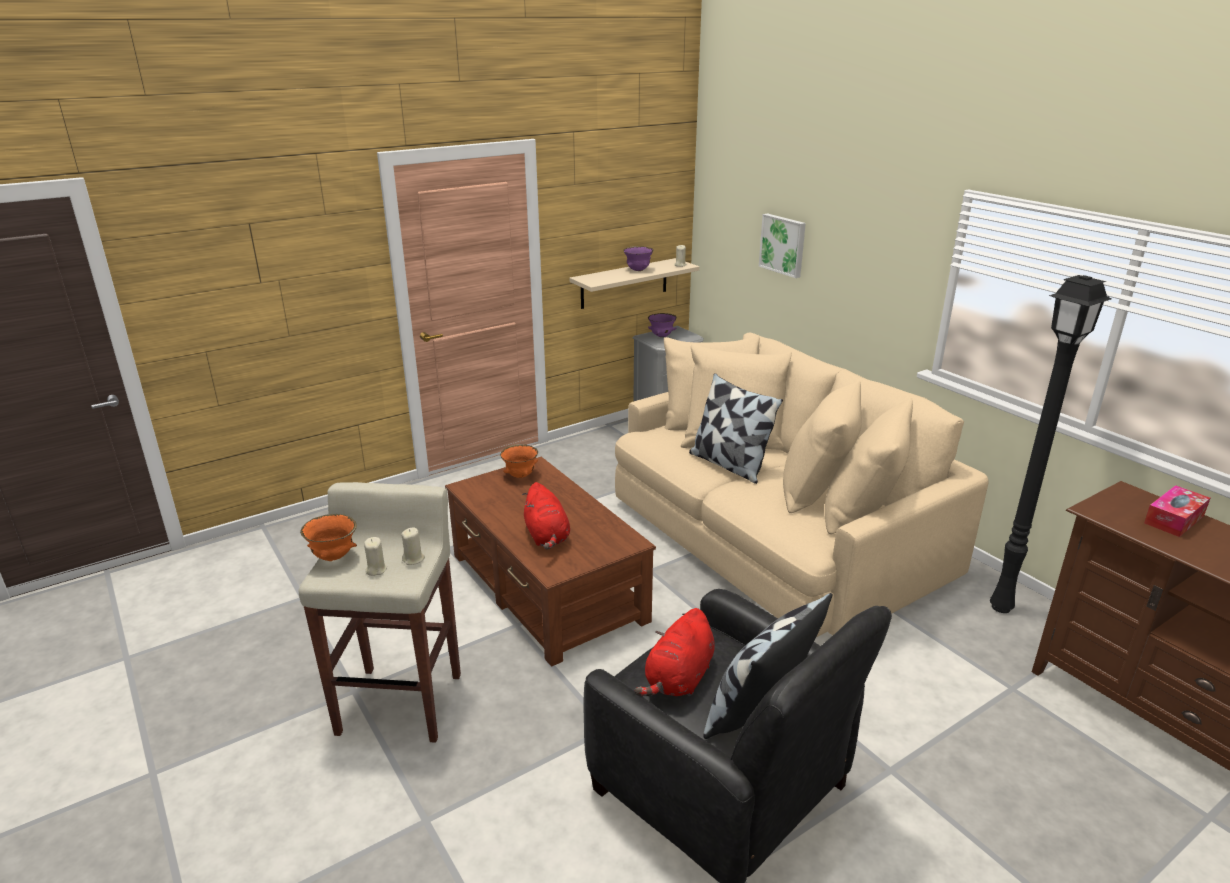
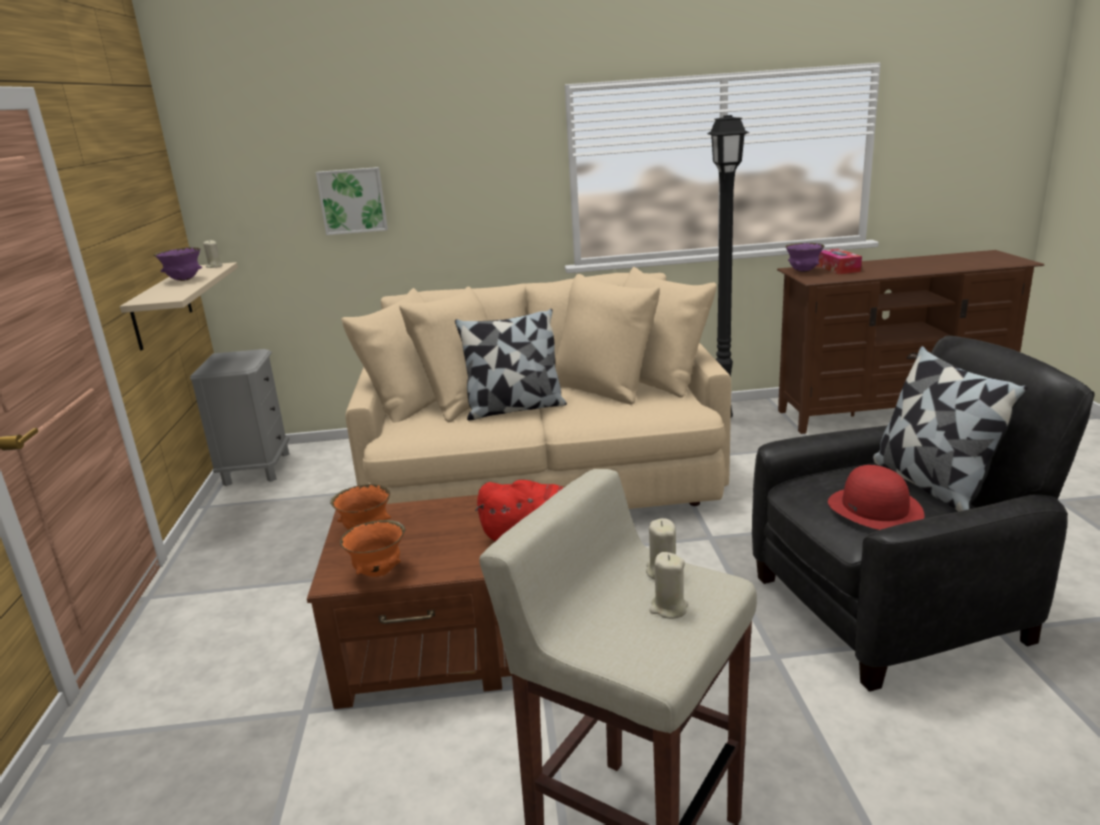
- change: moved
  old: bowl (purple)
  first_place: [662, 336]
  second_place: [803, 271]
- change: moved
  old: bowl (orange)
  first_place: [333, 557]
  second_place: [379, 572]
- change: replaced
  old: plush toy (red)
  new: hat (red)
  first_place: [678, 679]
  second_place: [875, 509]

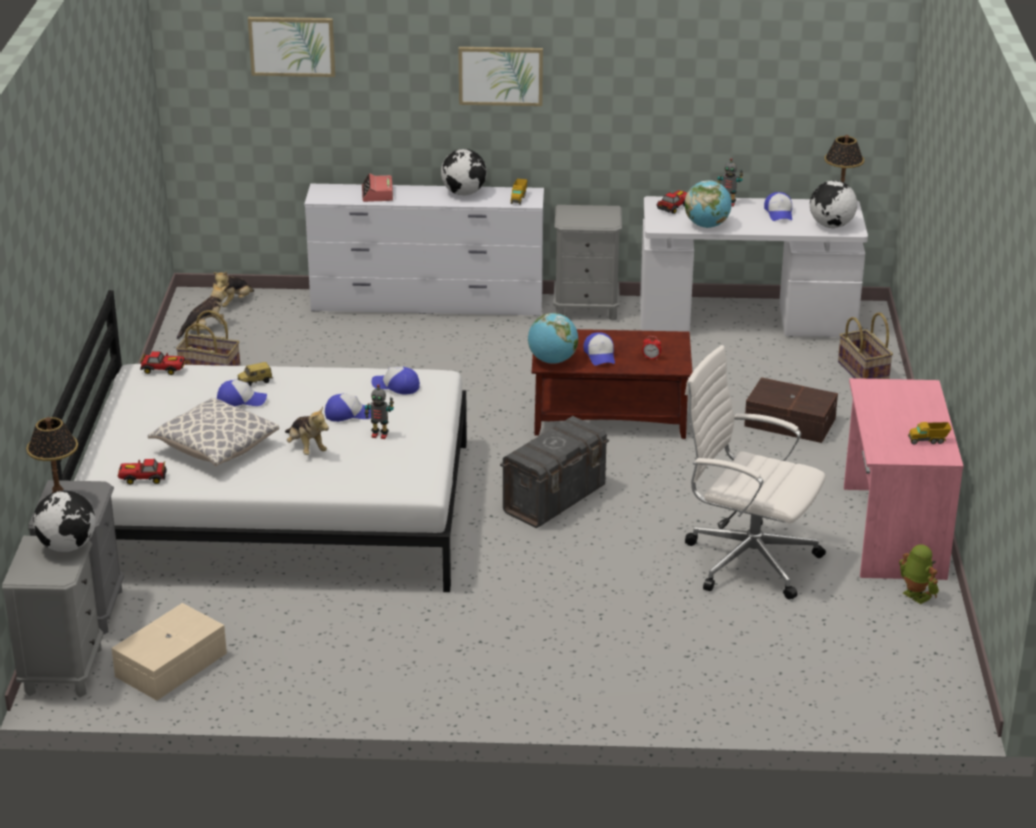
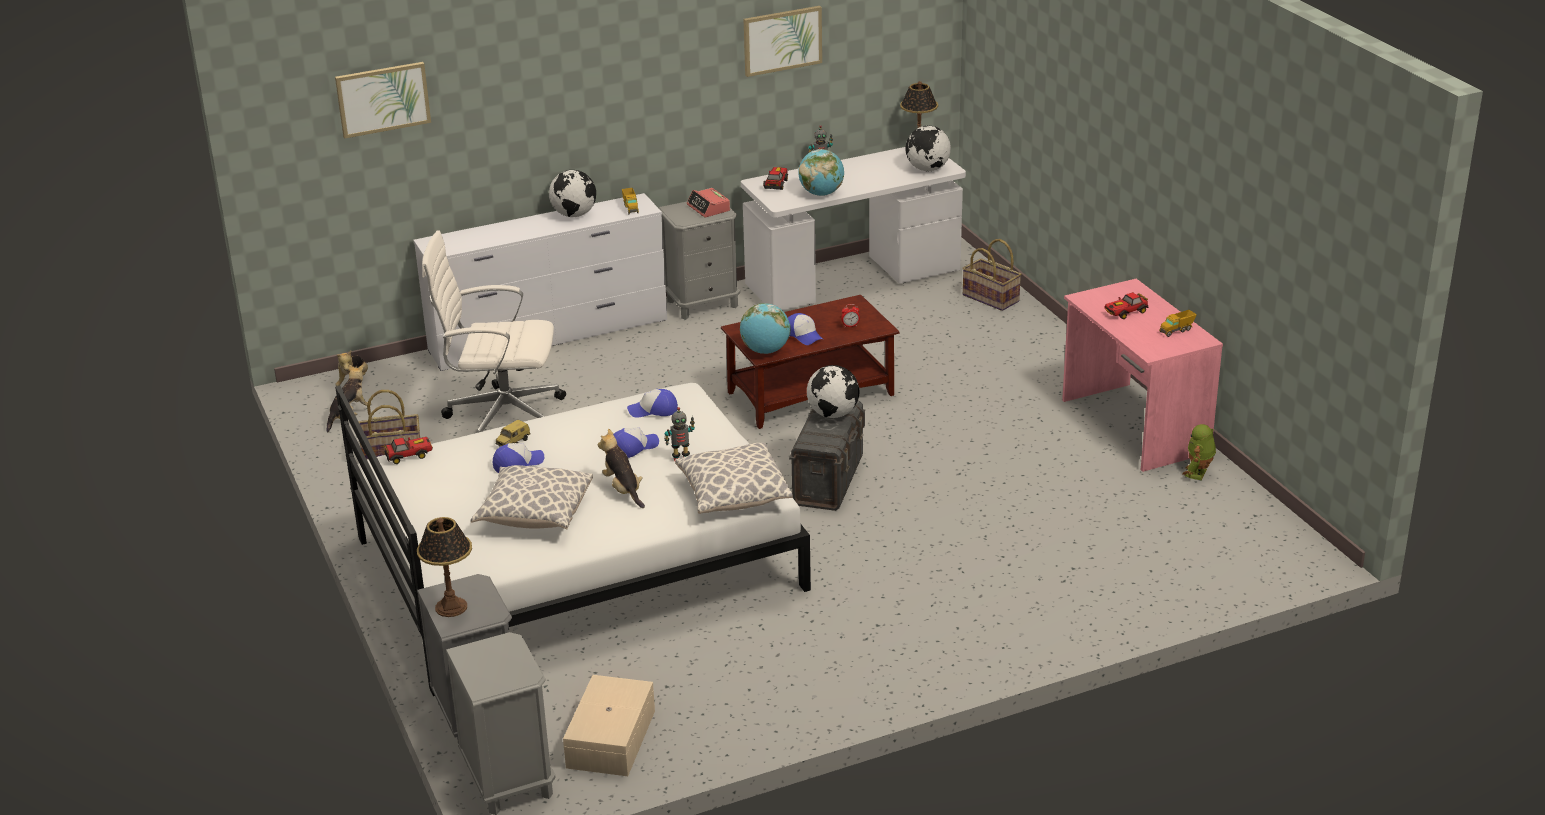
- change: moved
  old: picture
  first_place: [500, 75]
  second_place: [782, 40]
- change: moved
  old: alarm clock
  first_place: [377, 194]
  second_place: [708, 208]
- change: removed
  old: cap
  first_place: [779, 213]
- change: moved
  old: office chair (white)
  first_place: [747, 559]
  second_place: [502, 416]
- change: removed
  old: storage box (brown)
  first_place: [789, 421]
- change: turned
  old: plush toy
  first_place: [306, 448]
  second_place: [623, 490]
  degrees: -150
- change: moved
  old: toy car
  first_place: [142, 478]
  second_place: [1125, 312]
- change: moved
  old: globe
  first_place: [68, 546]
  second_place: [833, 414]
- change: turned
  old: toy robot
  first_place: [915, 596]
  second_place: [1198, 473]
  degrees: -90
- change: added
  new: pillow
  second_place: [733, 495]

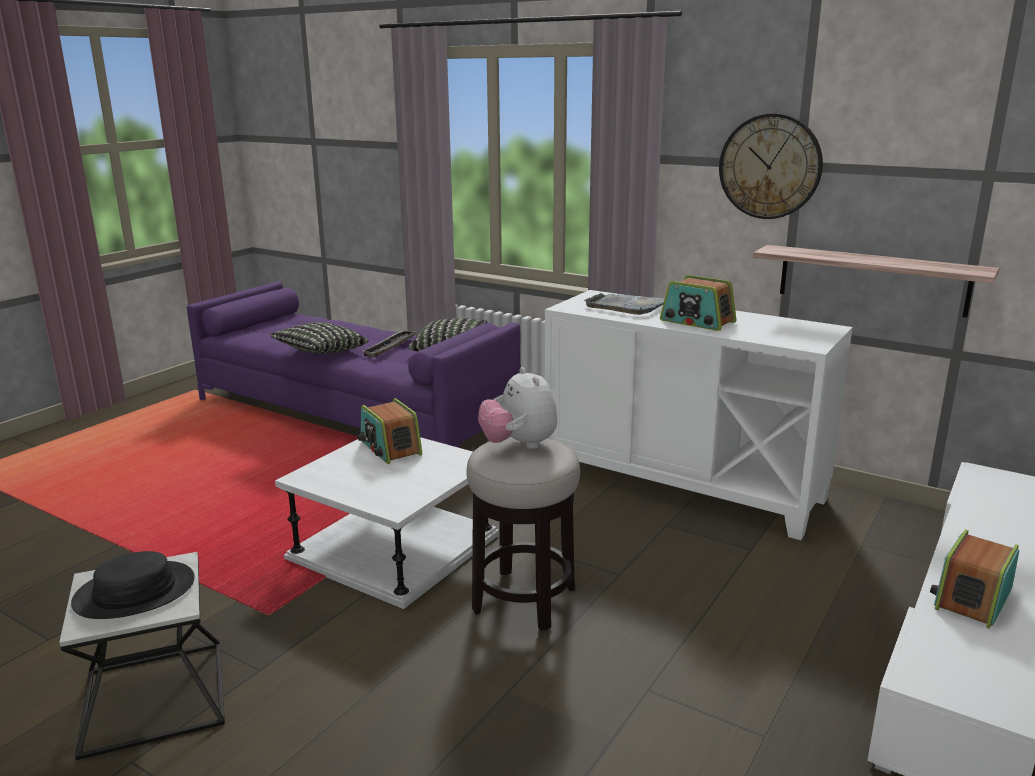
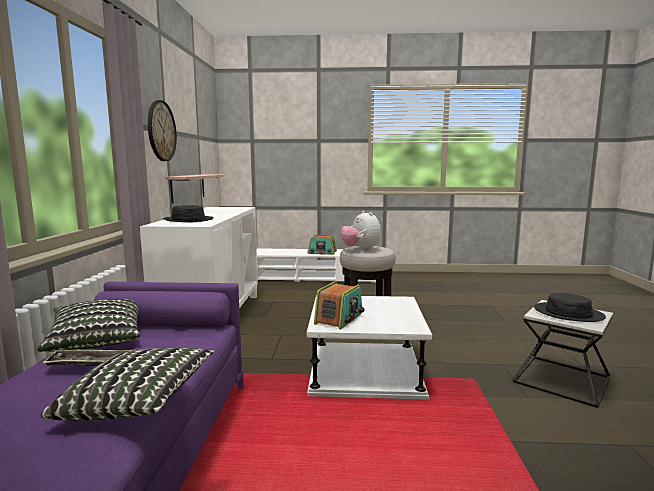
- change: removed
  old: radio
  first_place: [697, 321]
- change: replaced
  old: tray (grey)
  new: hat (black)
  first_place: [628, 306]
  second_place: [188, 220]
- change: turned
  old: plush toy
  first_place: [519, 445]
  second_place: [361, 249]
  degrees: 120

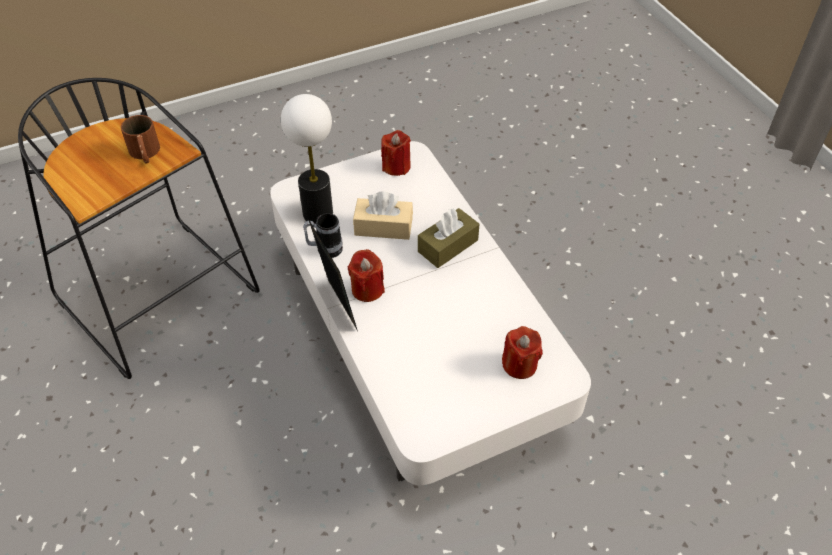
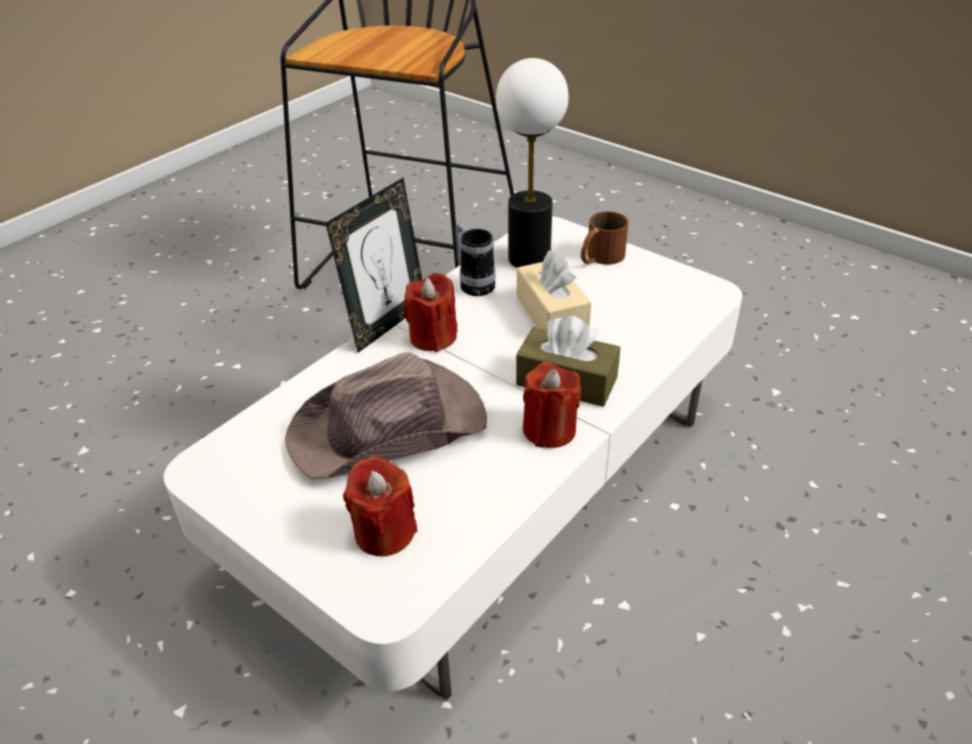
- change: moved
  old: mug (brown)
  first_place: [145, 154]
  second_place: [599, 258]
- change: moved
  old: candle (red)
  first_place: [396, 166]
  second_place: [549, 430]
- change: added
  new: hat (brown)
  second_place: [390, 428]

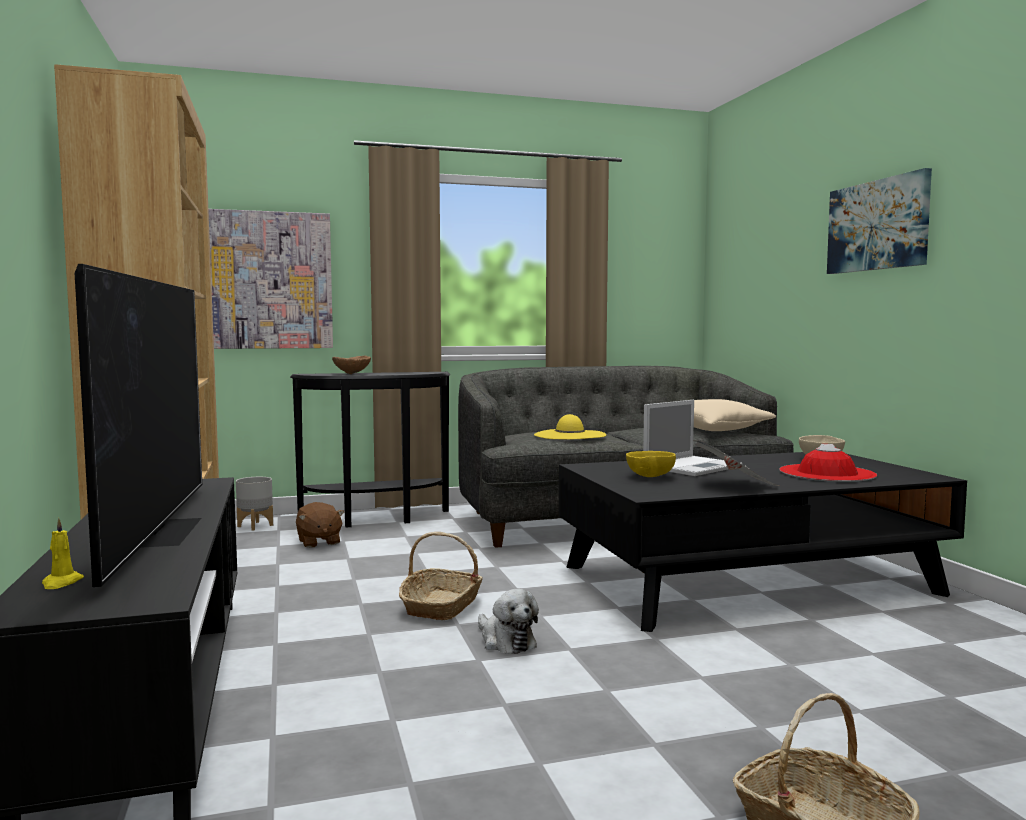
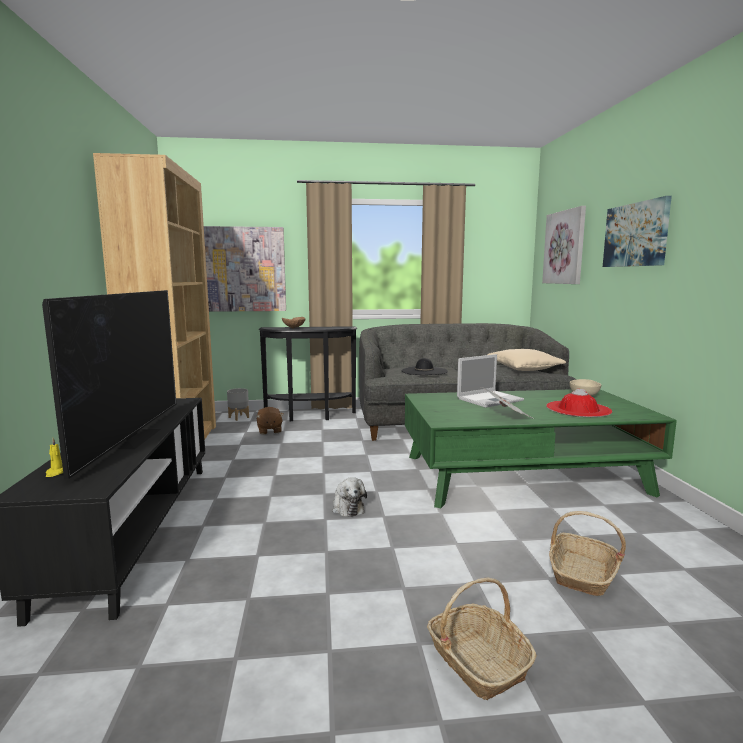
- change: recoloured
  old: hat (yellow)
  new: hat (black)
  first_place: [570, 435]
  second_place: [424, 371]
- change: removed
  old: bowl (yellow)
  first_place: [649, 476]
- change: recoloured
  old: coffee table (black)
  new: coffee table (green)
  first_place: [749, 580]
  second_place: [523, 475]
- change: moved
  old: basket
  first_place: [441, 606]
  second_place: [582, 574]
- change: added
  new: picture
  second_place: [565, 247]

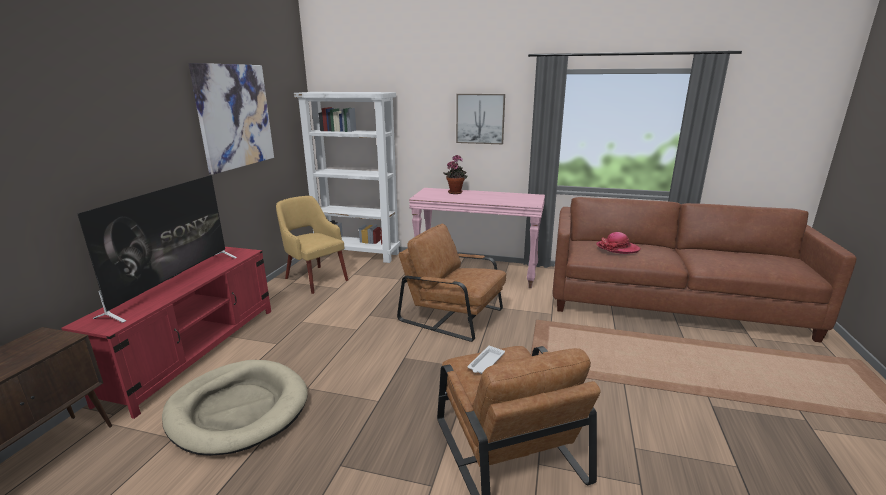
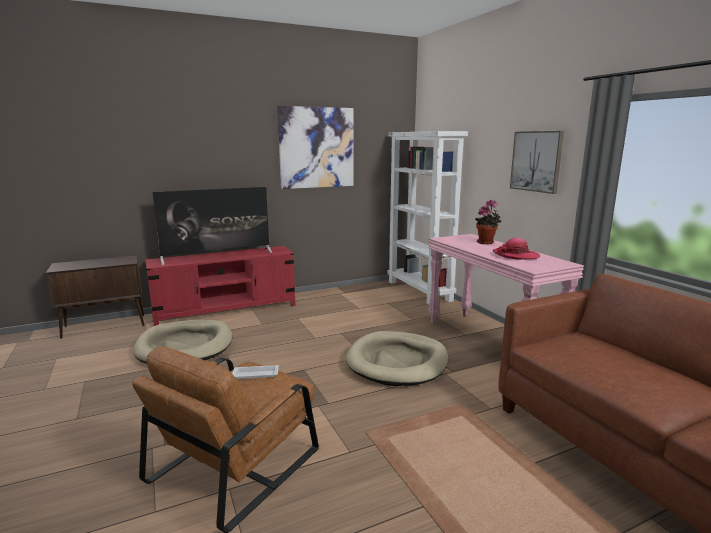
- change: removed
  old: armchair (yellow)
  first_place: [315, 278]
- change: replaced
  old: armchair (brown)
  new: dog bed (beige)
  first_place: [453, 315]
  second_place: [397, 362]
- change: moved
  old: hat
  first_place: [617, 248]
  second_place: [515, 255]

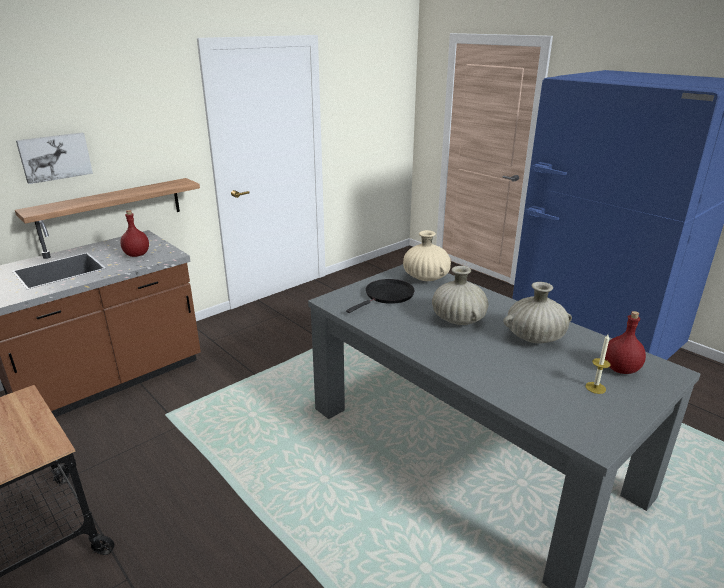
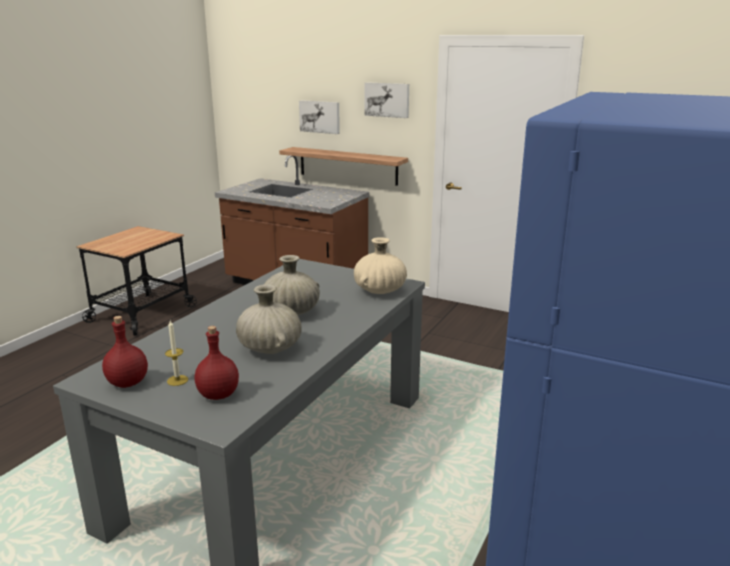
- change: moved
  old: bottle (red)
  first_place: [137, 254]
  second_place: [128, 383]
- change: removed
  old: frying pan (black)
  first_place: [387, 296]
- change: added
  new: picture
  second_place: [387, 99]

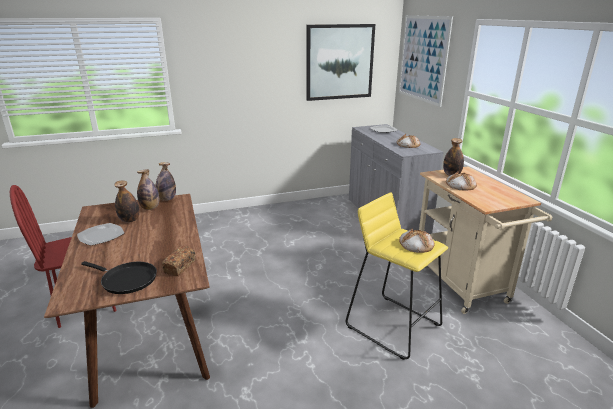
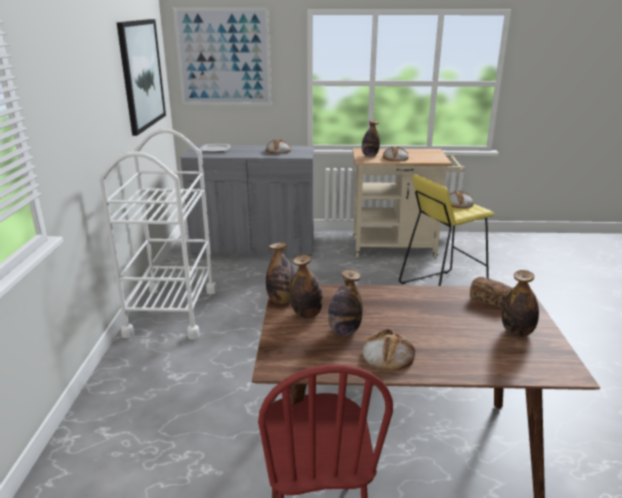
- change: replaced
  old: plate
  new: bread
  first_place: [101, 235]
  second_place: [387, 354]
- change: replaced
  old: frying pan (black)
  new: bottle
  first_place: [126, 280]
  second_place: [517, 332]
- change: added
  new: cart (white)
  second_place: [172, 312]

